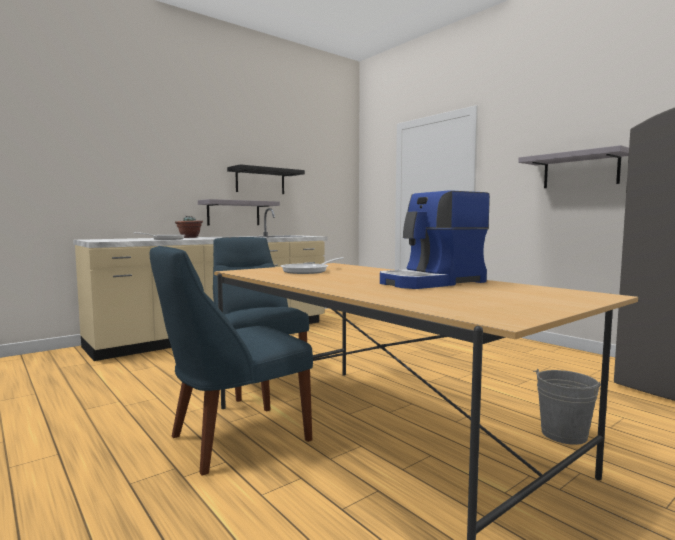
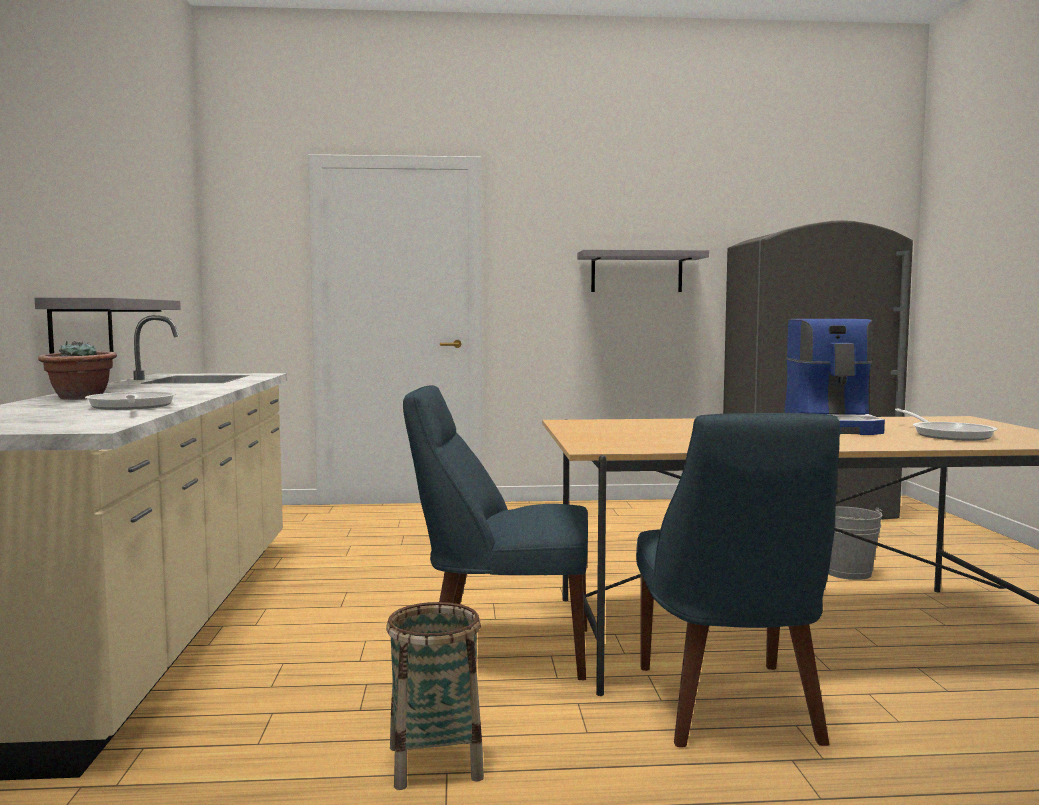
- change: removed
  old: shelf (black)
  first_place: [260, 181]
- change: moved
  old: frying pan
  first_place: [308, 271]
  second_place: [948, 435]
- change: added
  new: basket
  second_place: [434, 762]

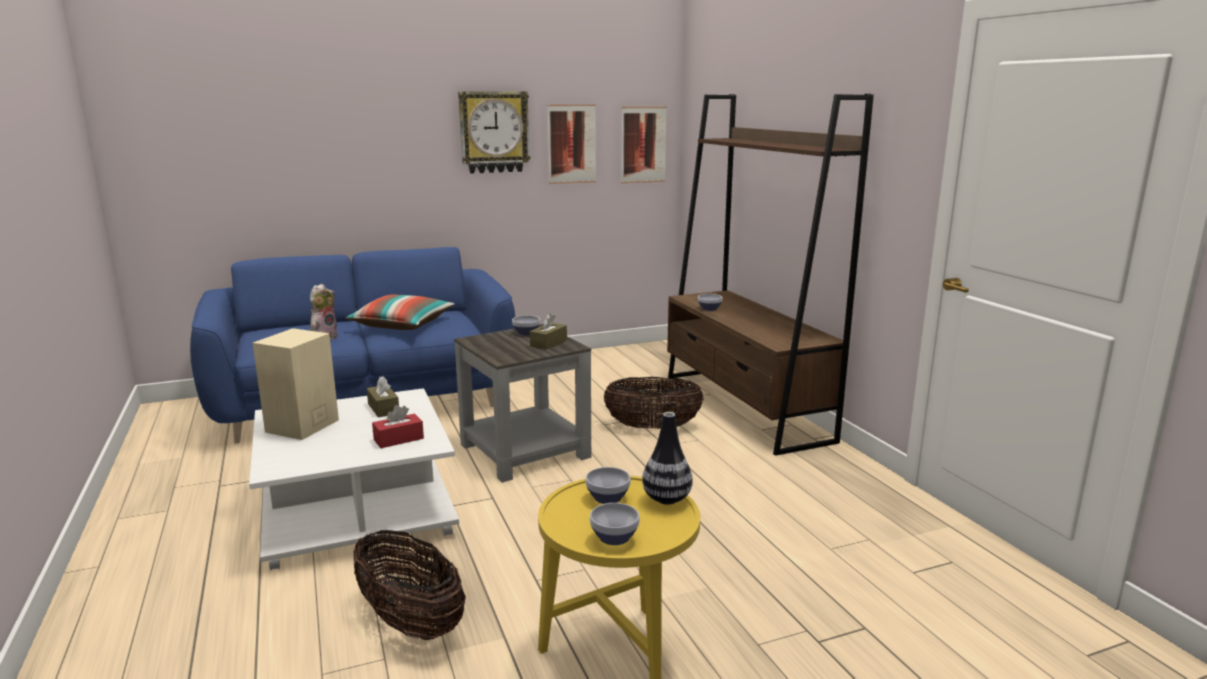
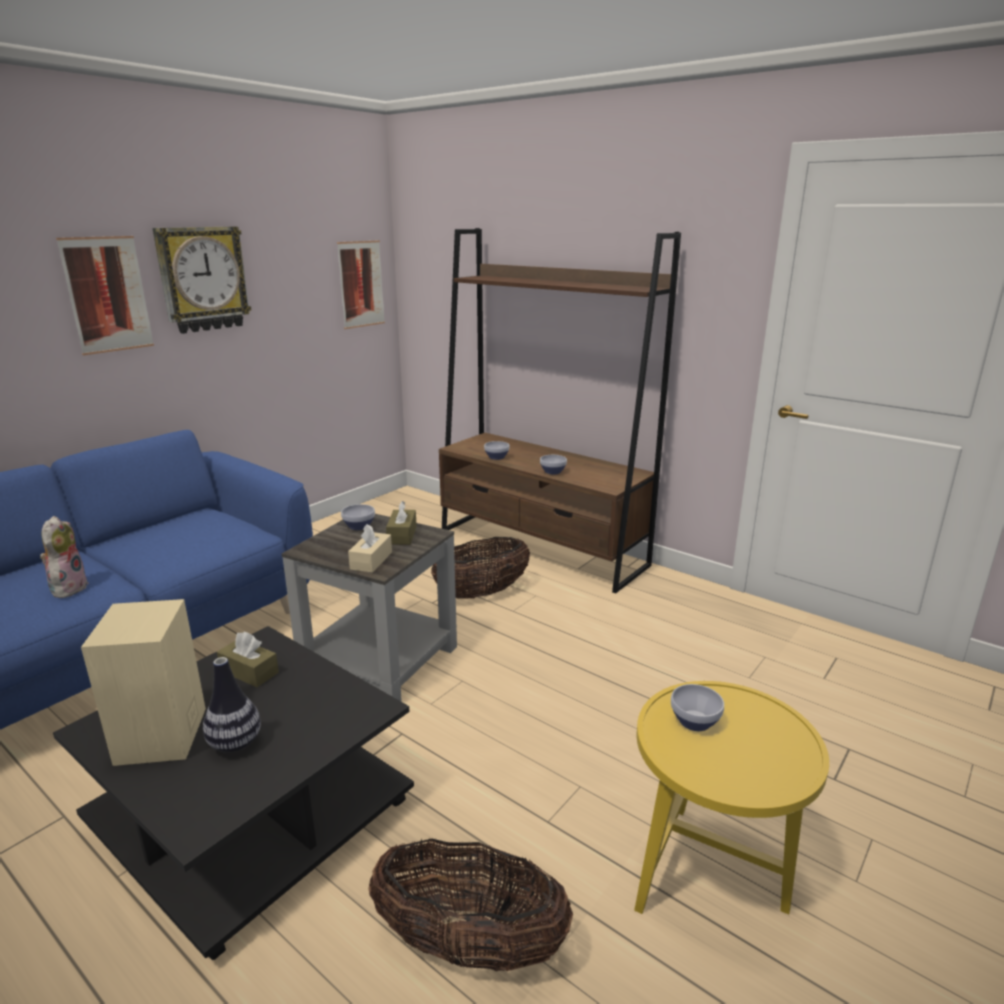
- change: moved
  old: picture
  first_place: [571, 144]
  second_place: [107, 295]
- change: removed
  old: pillow
  first_place: [402, 325]
- change: recoloured
  old: coffee table (white)
  new: coffee table (black)
  first_place: [359, 510]
  second_place: [253, 811]
- change: removed
  old: tissue box (red)
  first_place: [398, 439]
- change: moved
  old: vase
  first_place: [666, 499]
  second_place: [235, 743]
- change: moved
  old: bowl
  first_place: [614, 538]
  second_place: [553, 472]
- change: added
  new: tissue box (beige)
  second_place: [371, 560]

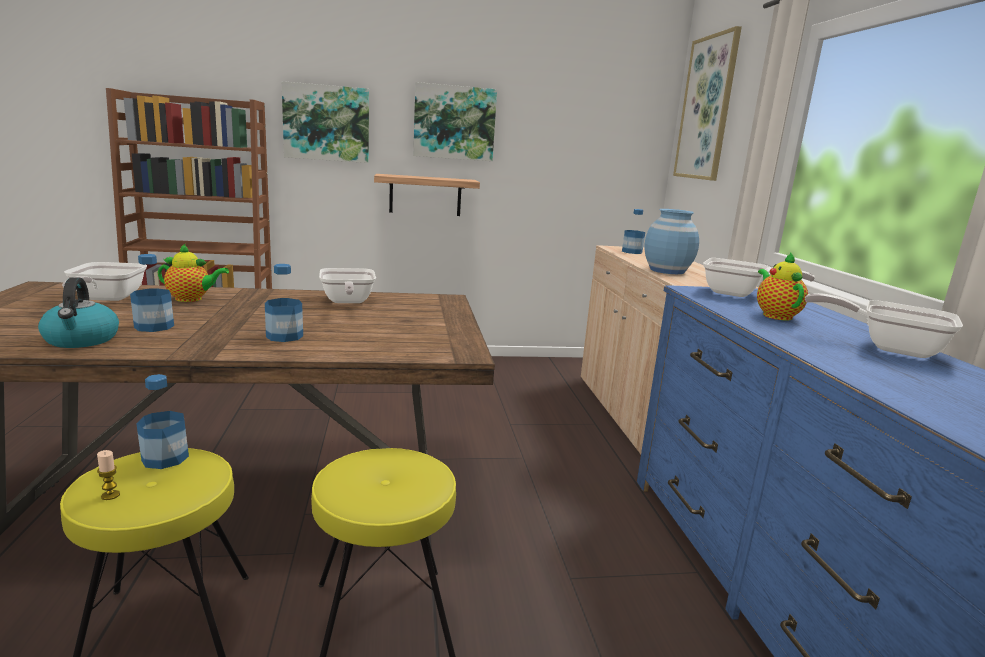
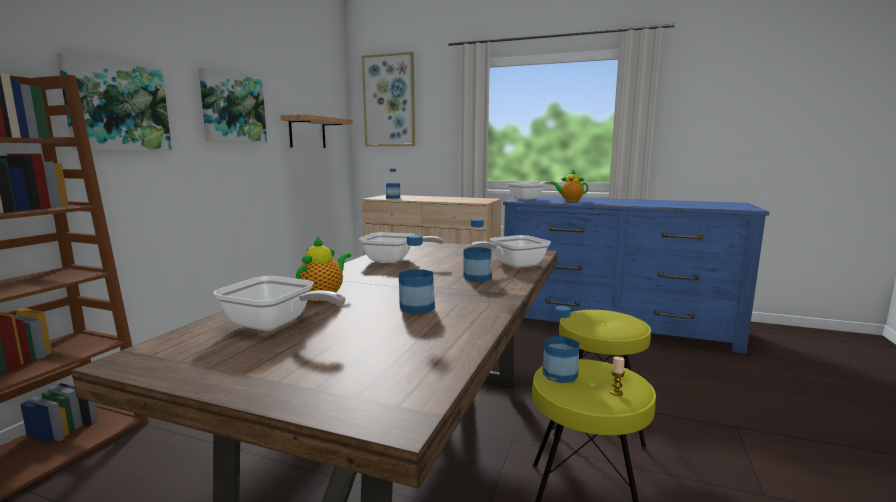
- change: moved
  old: shelf
  first_place: [425, 195]
  second_place: [307, 132]
- change: removed
  old: vase (blue)
  first_place: [667, 270]
- change: removed
  old: kettle
  first_place: [82, 340]
- change: moved
  old: frying pan
  first_place: [889, 348]
  second_place: [513, 265]

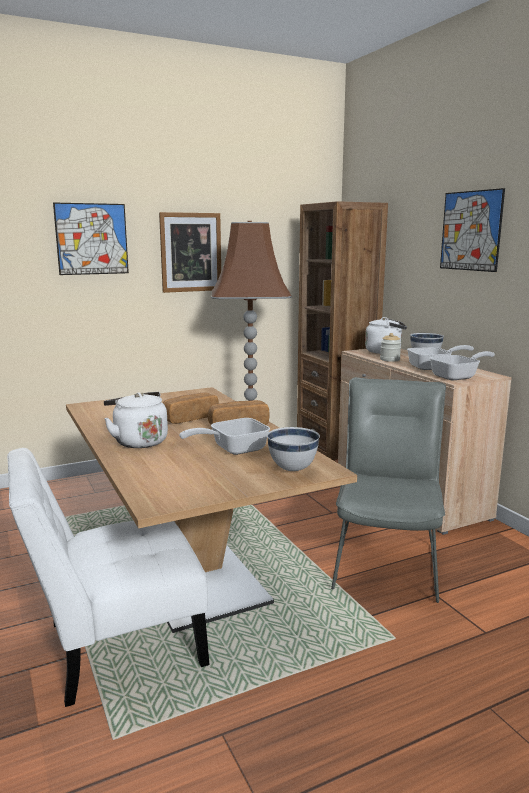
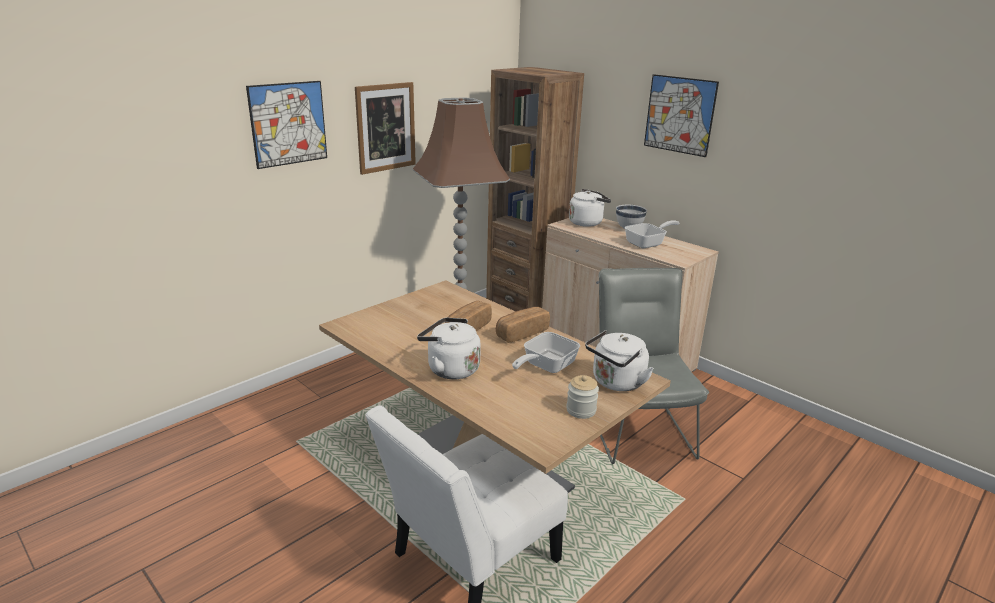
- change: moved
  old: jar
  first_place: [390, 359]
  second_place: [581, 410]
- change: removed
  old: frying pan
  first_place: [458, 377]
- change: replaced
  old: bowl (white)
  new: kettle (white)
  first_place: [292, 469]
  second_place: [616, 383]

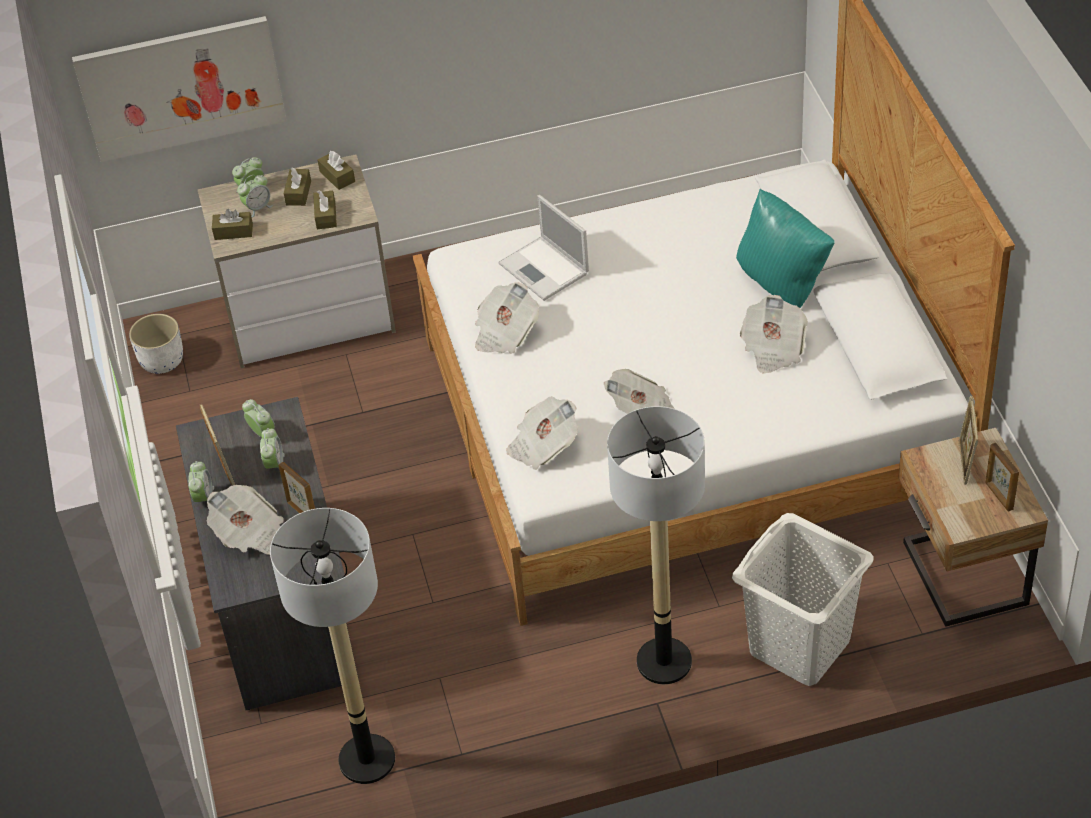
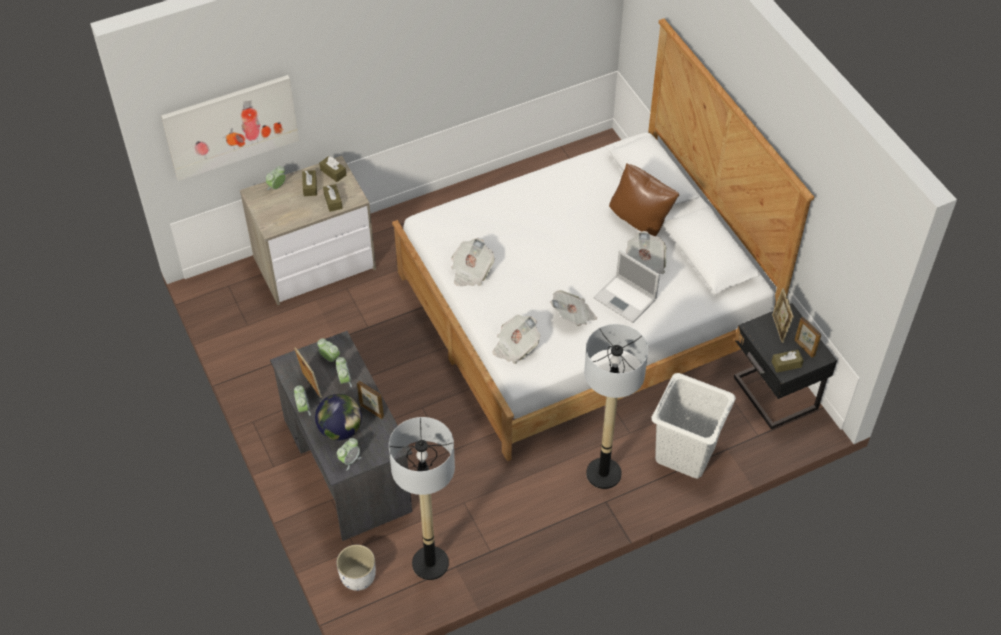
- change: moved
  old: alarm clock
  first_place: [257, 208]
  second_place: [349, 460]
- change: recoloured
  old: pillow (turquoise)
  new: pillow (brown)
  first_place: [783, 285]
  second_place: [640, 221]
- change: moved
  old: laptop
  first_place: [545, 269]
  second_place: [626, 299]
- change: moved
  old: tissue box (brown)
  first_place: [233, 232]
  second_place: [786, 364]
- change: moved
  old: planter (white)
  first_place: [161, 361]
  second_place: [357, 577]
- change: recoloured
  old: nightstand (beige)
  new: nightstand (black)
  first_place: [961, 576]
  second_place: [773, 395]
- change: replaced
  old: newspaper
  new: globe
  first_place: [249, 534]
  second_place: [340, 430]

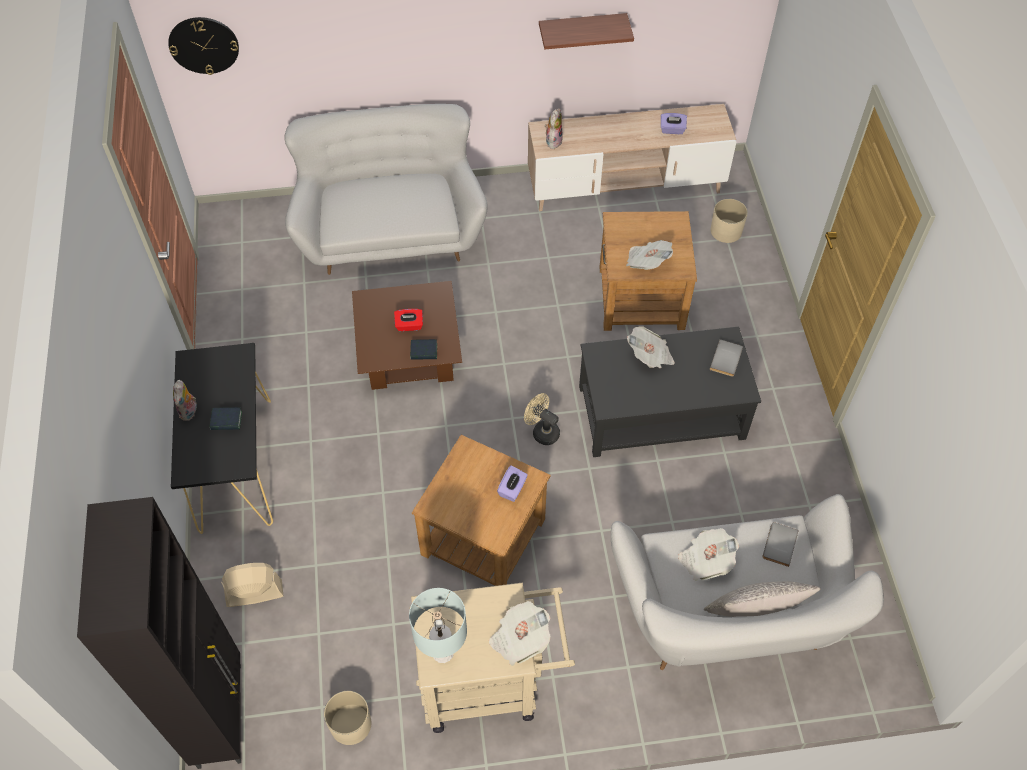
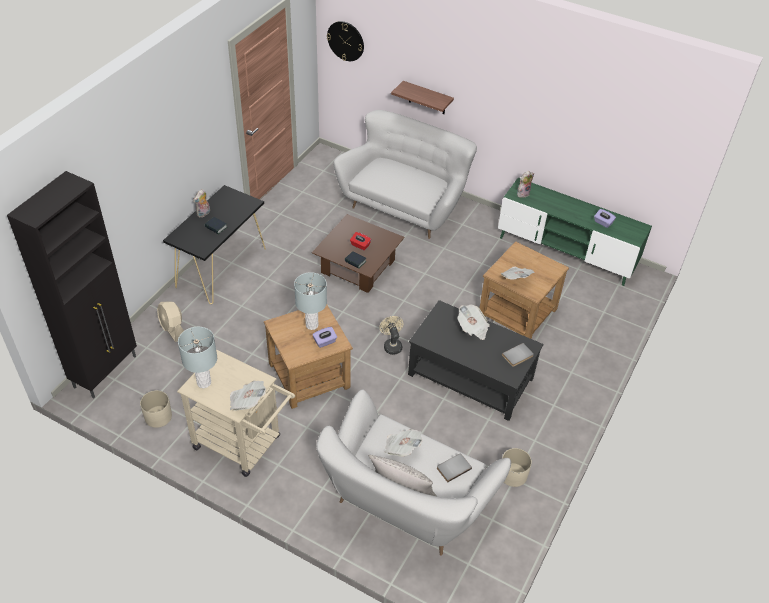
- change: moved
  old: shelf
  first_place: [582, 30]
  second_place: [427, 98]
- change: recoloured
  old: tv stand (beige)
  new: tv stand (green)
  first_place: [625, 185]
  second_place: [566, 251]
- change: moved
  old: planter (beige)
  first_place: [726, 231]
  second_place: [513, 475]
- change: turned
  old: fan (beige)
  first_place: [254, 593]
  second_place: [173, 329]
  degrees: -150
- change: added
  new: table lamp (grey)
  second_place: [311, 325]

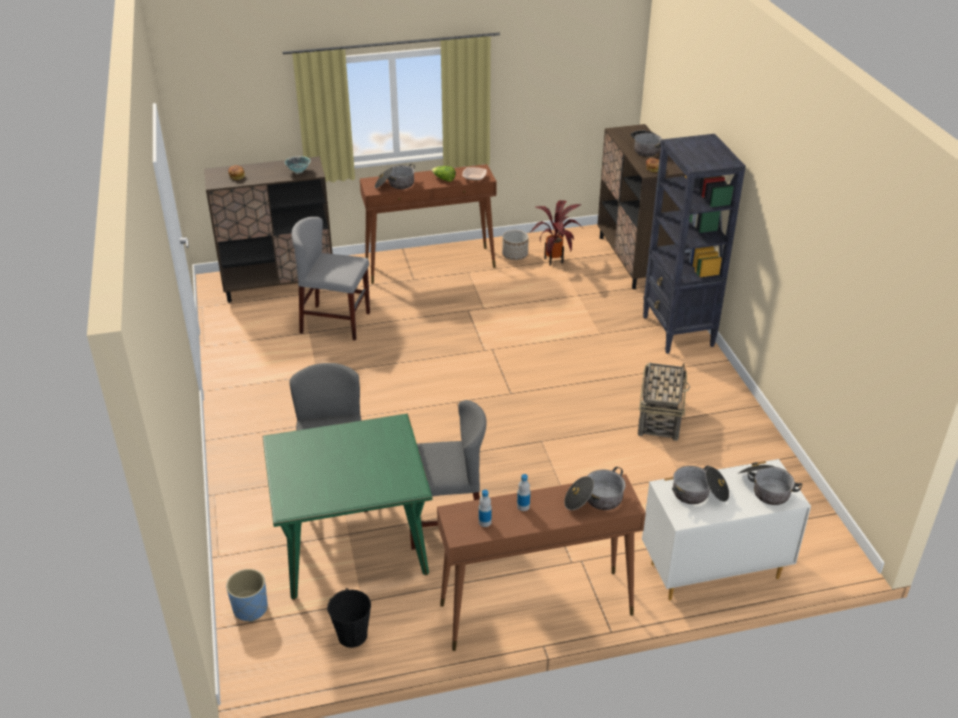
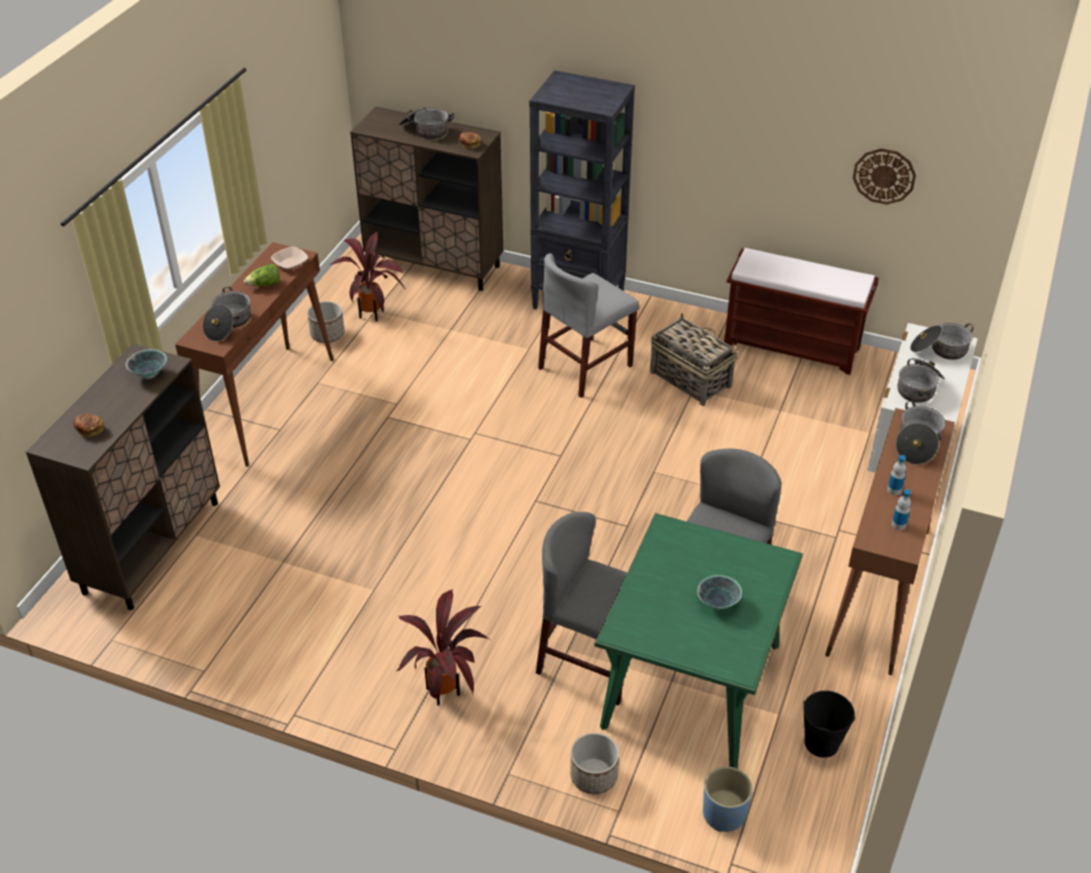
- change: moved
  old: chair (grey)
  first_place: [335, 322]
  second_place: [585, 367]
- change: added
  new: wall clock
  second_place: [884, 176]
- change: added
  new: bench (brown)
  second_place: [793, 346]
- change: added
  new: bowl
  second_place: [718, 603]
- change: added
  new: potted plant
  second_place: [447, 691]
- change: added
  new: planter
  second_place: [593, 776]

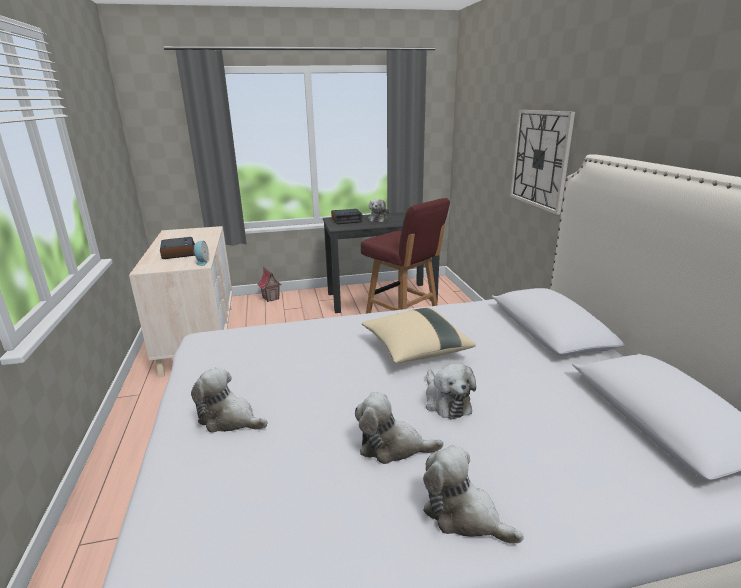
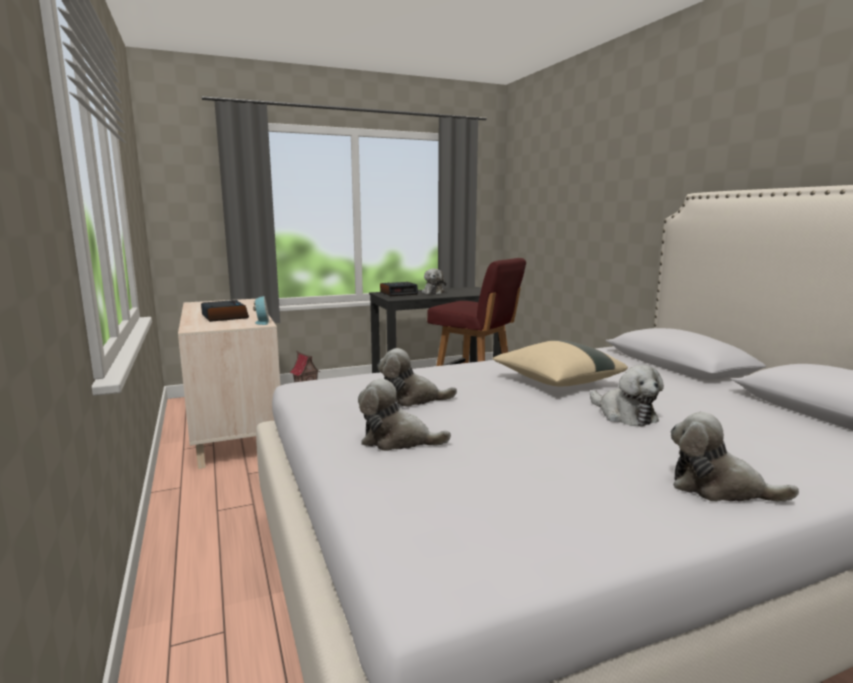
- change: removed
  old: wall clock
  first_place: [540, 159]
- change: moved
  old: plush toy
  first_place: [392, 446]
  second_place: [411, 399]

